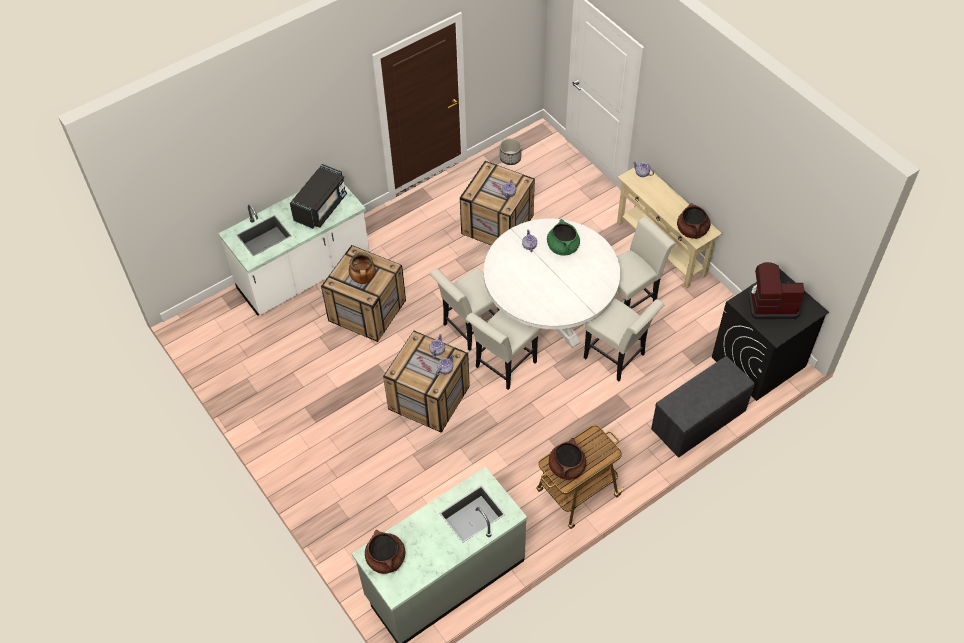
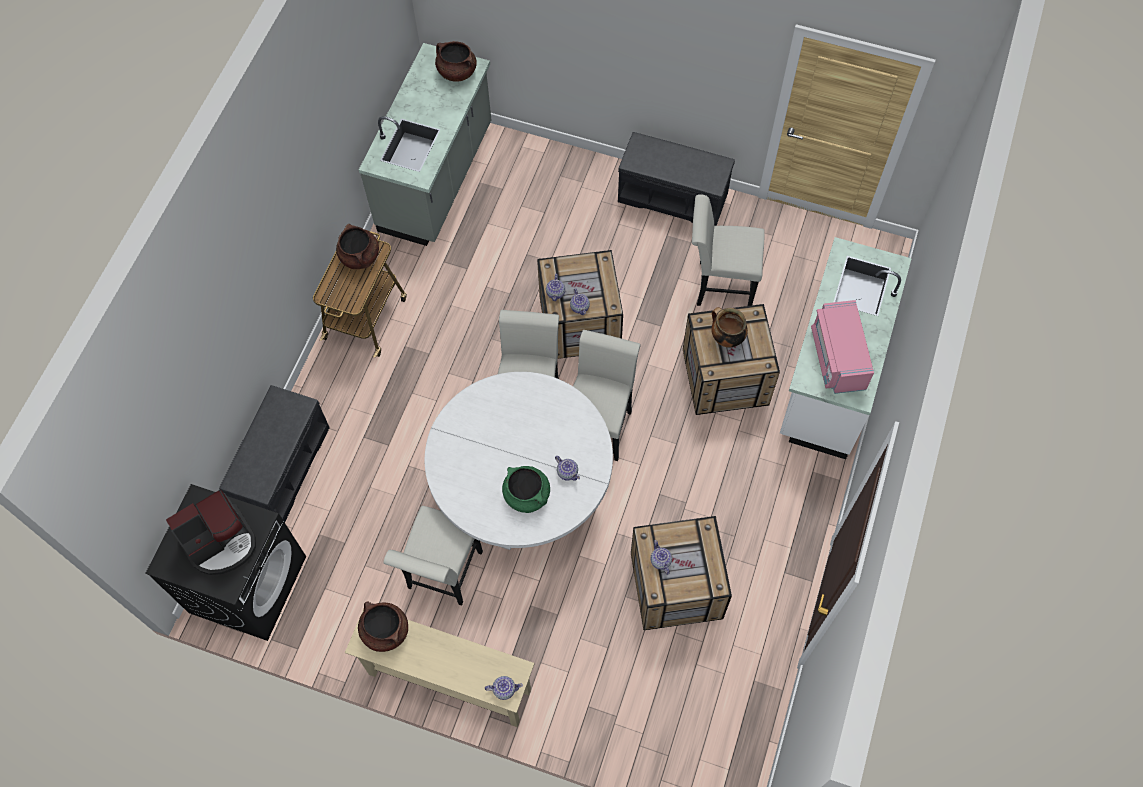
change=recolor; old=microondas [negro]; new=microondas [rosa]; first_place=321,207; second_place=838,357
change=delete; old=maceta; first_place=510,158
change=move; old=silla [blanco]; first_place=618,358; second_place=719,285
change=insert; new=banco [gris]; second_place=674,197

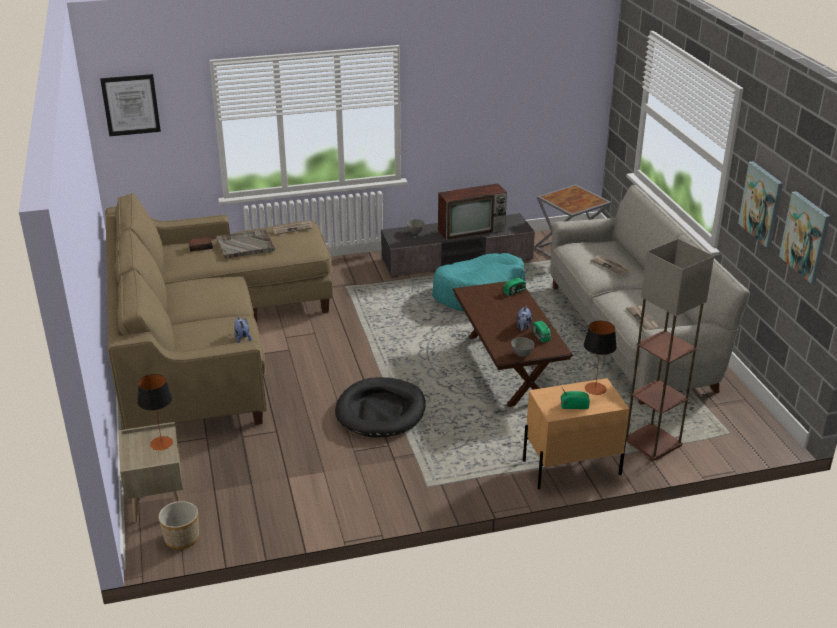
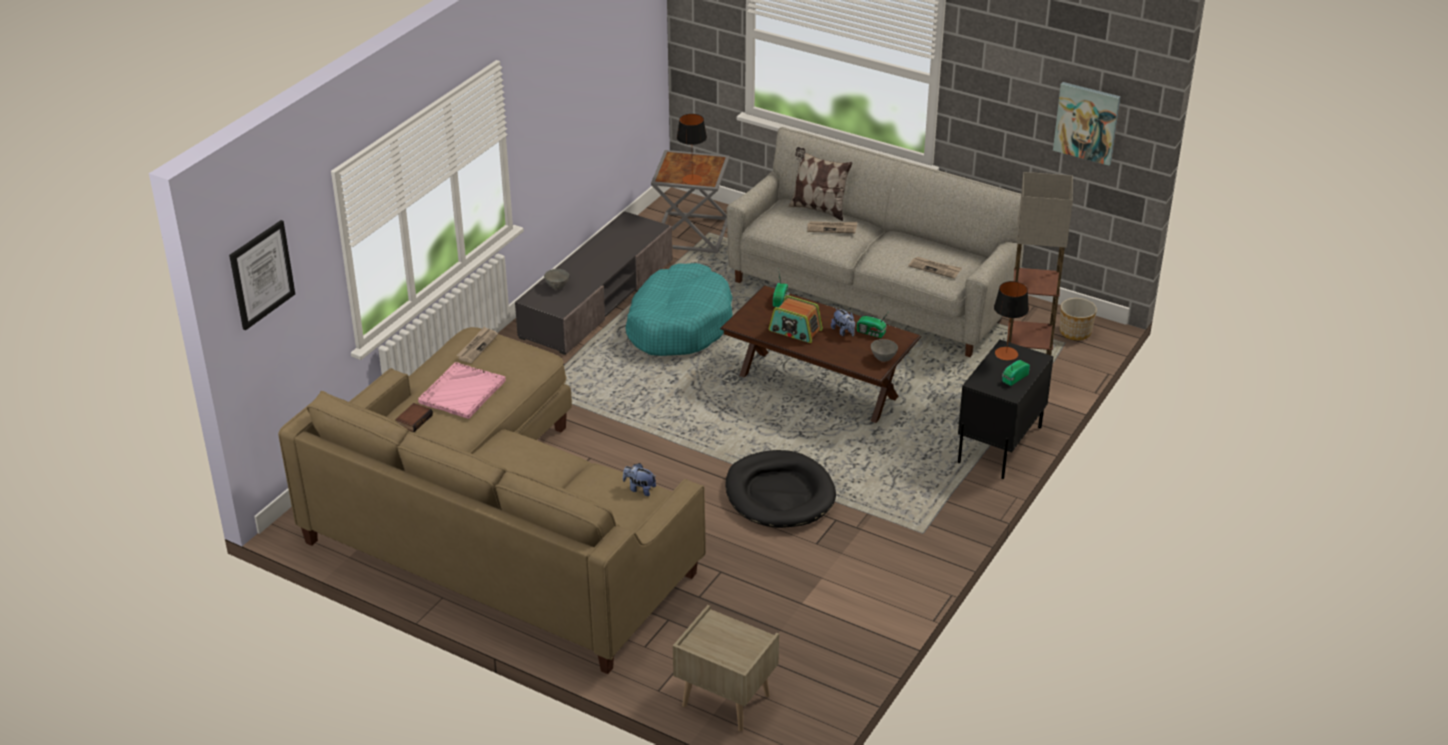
change=move; old=lámpara de mesa; first_place=161,443; second_place=692,179
change=move; old=maceta; first_place=181,538; second_place=1075,332
change=recolor; old=bandeja [gris]; new=bandeja [rosa]; first_place=245,245; second_place=461,392
change=delete; old=televisor; first_place=472,230
change=recolor; old=mesita de noche [beis]; new=mesita de noche [negro]; first_place=571,467; second_place=999,445
change=delete; old=cuadro; first_place=761,203
change=insert; new=radio; second_place=795,330
change=insert; new=cojín; second_place=818,209

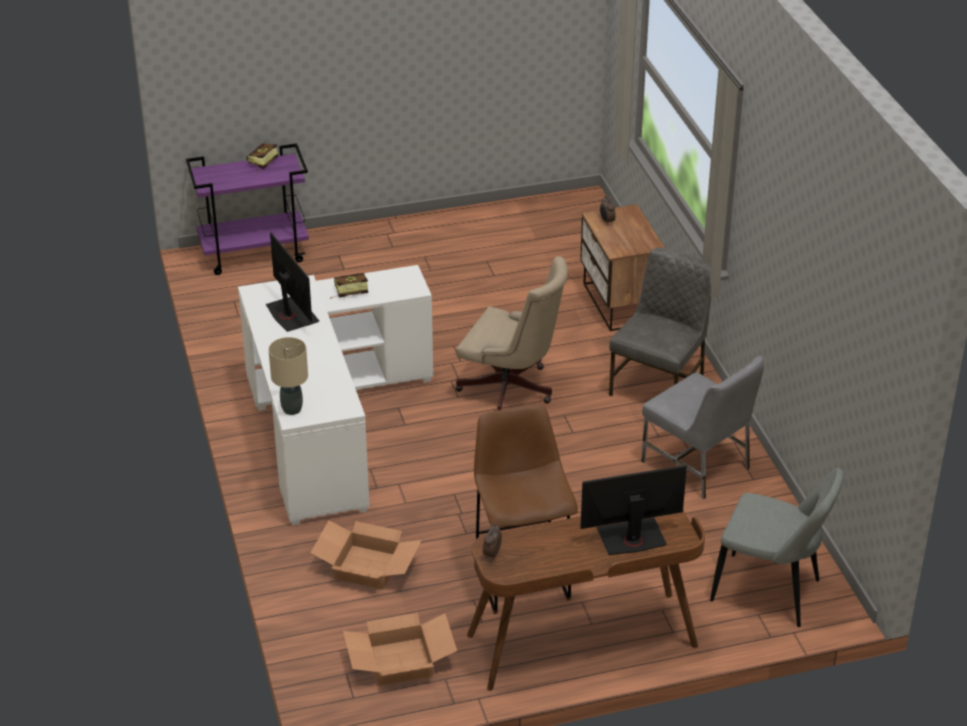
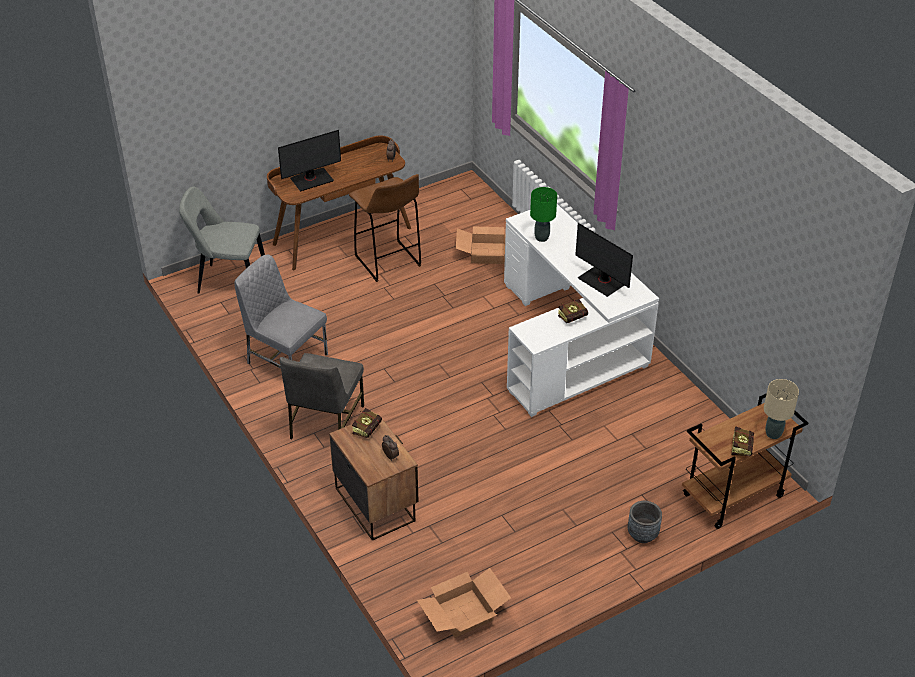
change=recolor; old=carrito [morado]; new=carrito [marrón]; first_place=255,253; second_place=733,496
change=move; old=lámpara de mesa [beis]; first_place=291,409; second_place=773,434
change=move; old=caja de cartón; first_place=399,663; second_place=464,612
change=delete; old=silla de oficina [beis]; first_place=512,390
change=insert; new=libro; second_place=368,428
change=insert; new=lámpara de mesa [verde]; second_place=542,238
change=insert; new=maceta [gris]; second_place=642,534

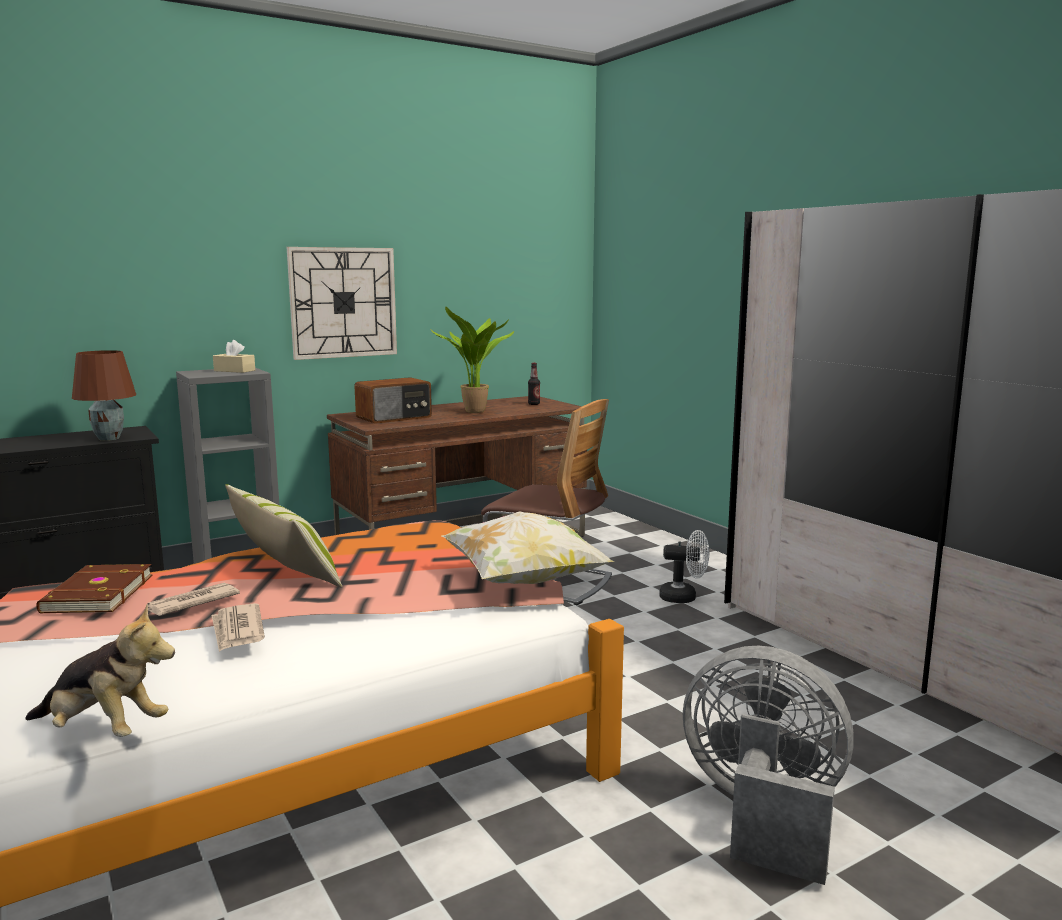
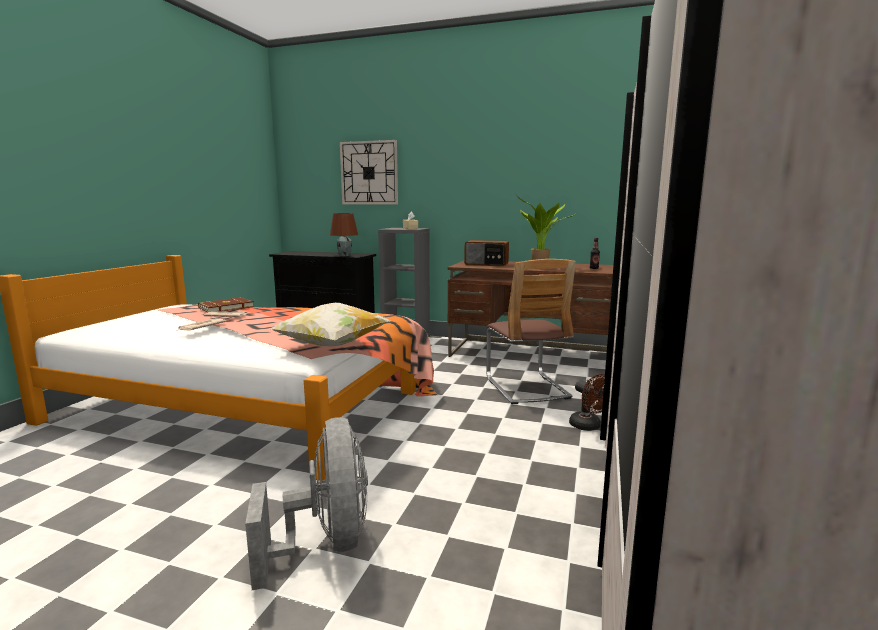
change=delete; old=peluche; first_place=103,730
change=delete; old=cojín; first_place=284,567
change=move; old=reloj de pared; first_place=343,302; second_place=369,173
change=recolor; old=ventilador [blanco]; new=ventilador [marrón]; first_place=684,597; second_place=589,427

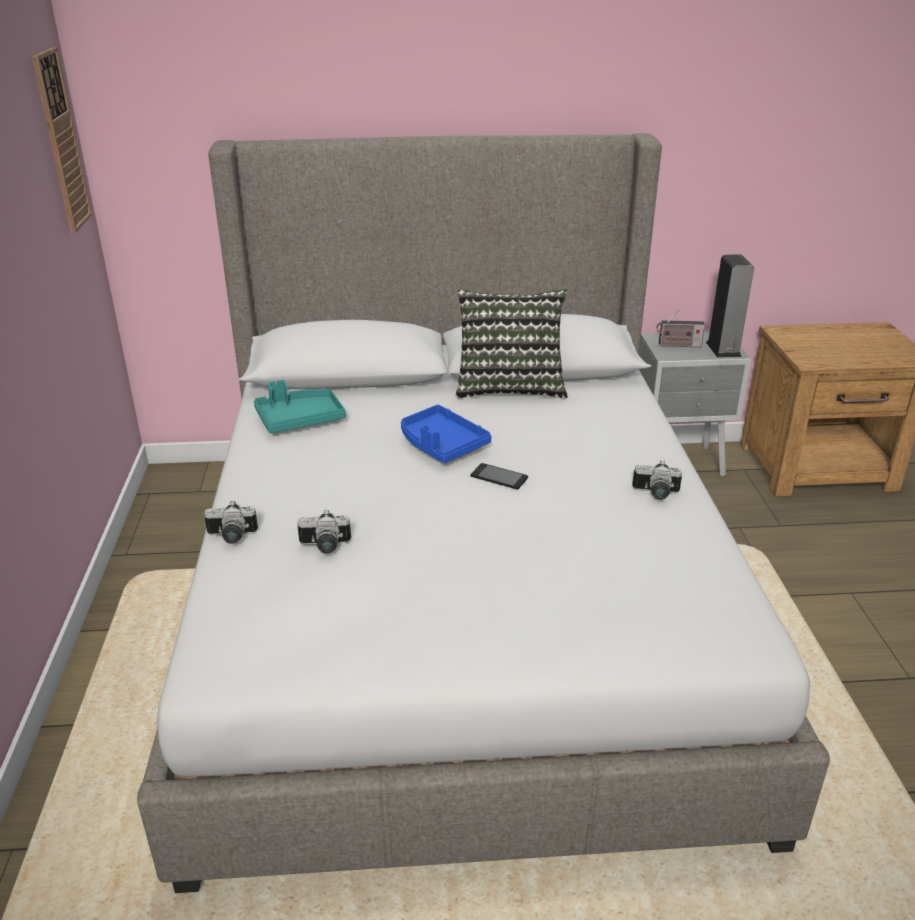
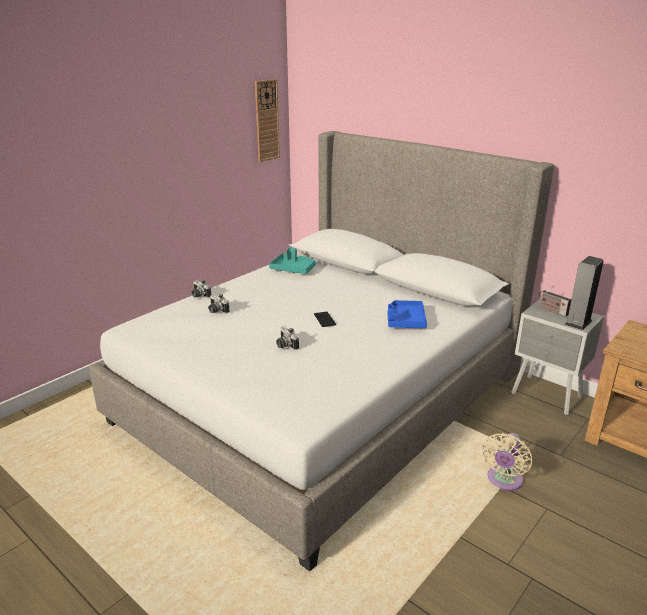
change=move; old=bandeja [azul]; first_place=441,445; second_place=405,321
change=delete; old=cojín; first_place=510,386
change=move; old=cámara; first_place=655,494; second_place=285,345
change=insert; new=ventilador [beis]; second_place=503,481

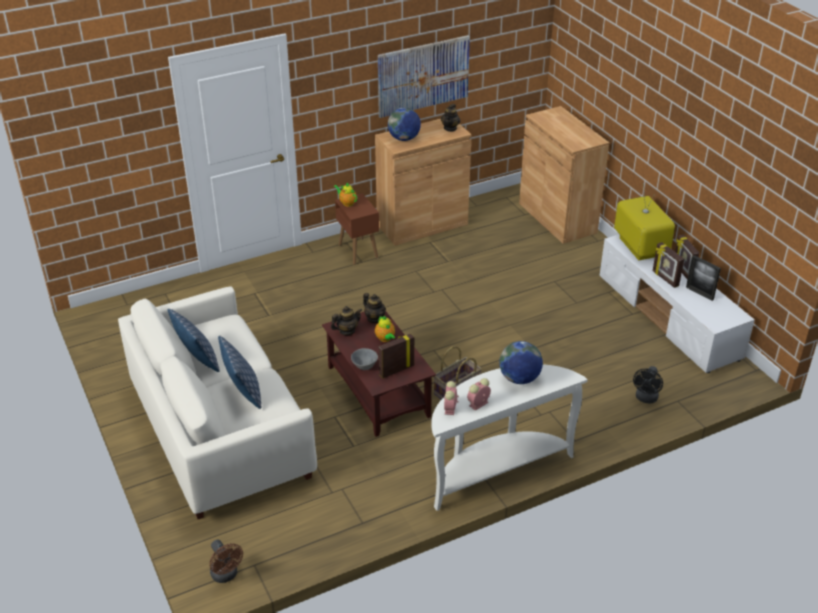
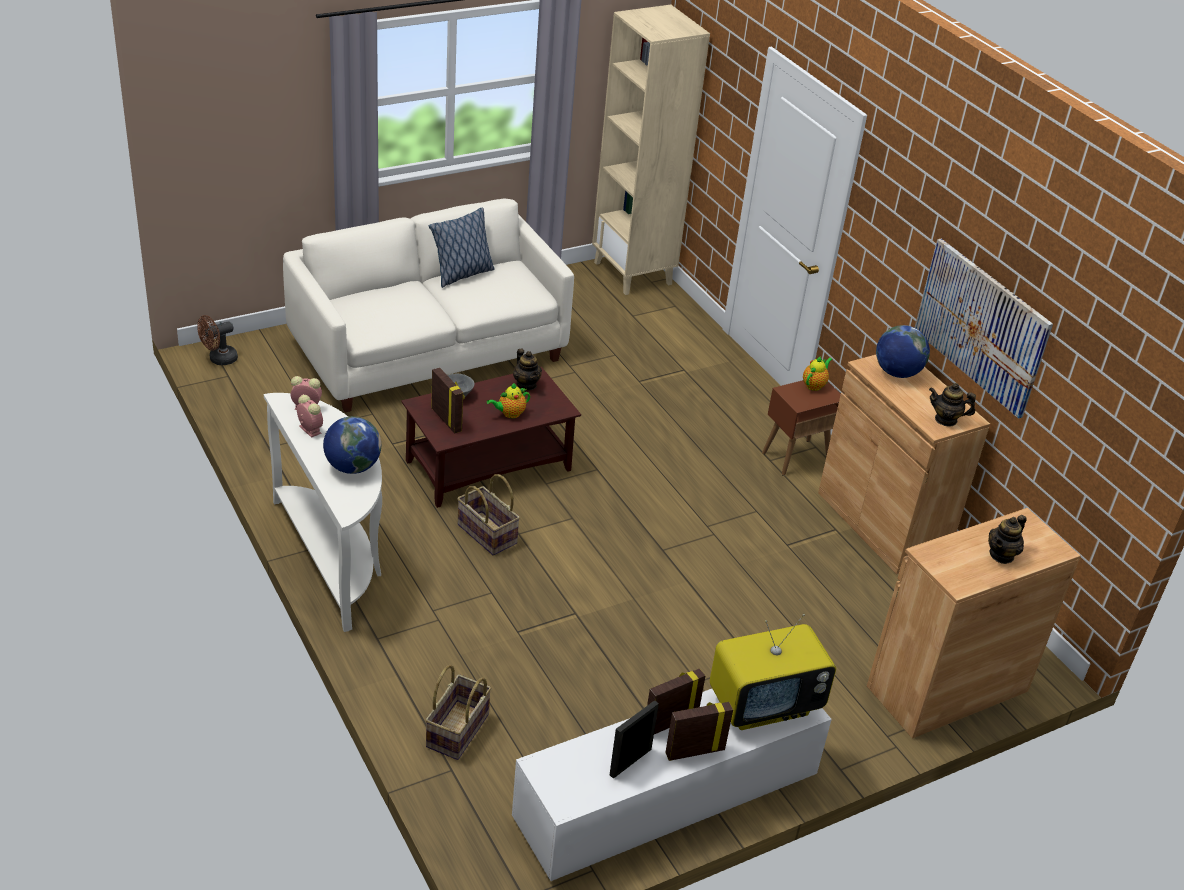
change=delete; old=cojín; first_place=243,393
change=move; old=tetera; first_place=375,318; second_place=1001,555
change=replace; old=ventilador [negro]; new=cesta; first_place=645,399; second_place=458,731
change=insert; new=estantería [beis]; second_place=633,273

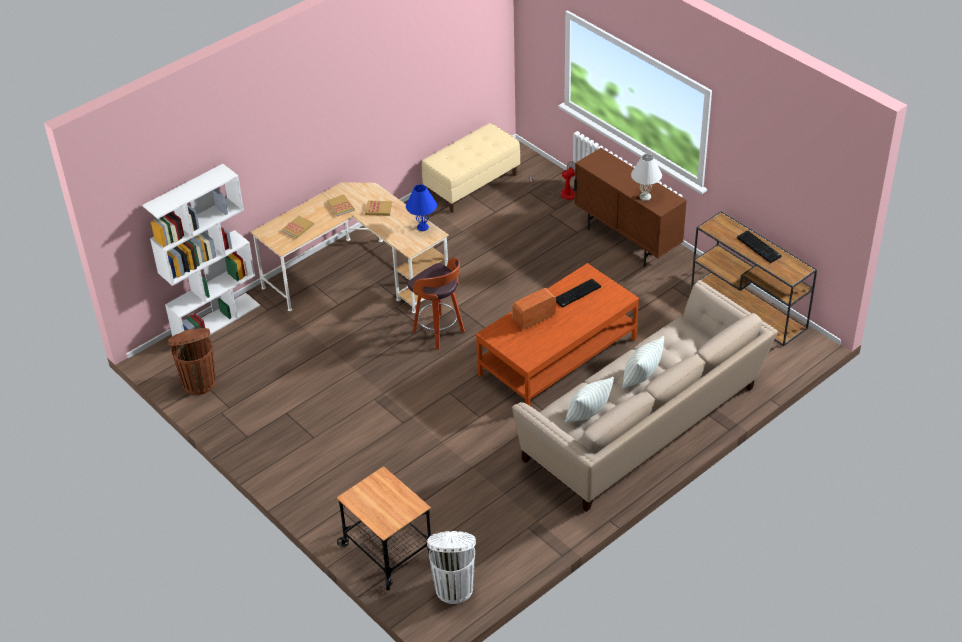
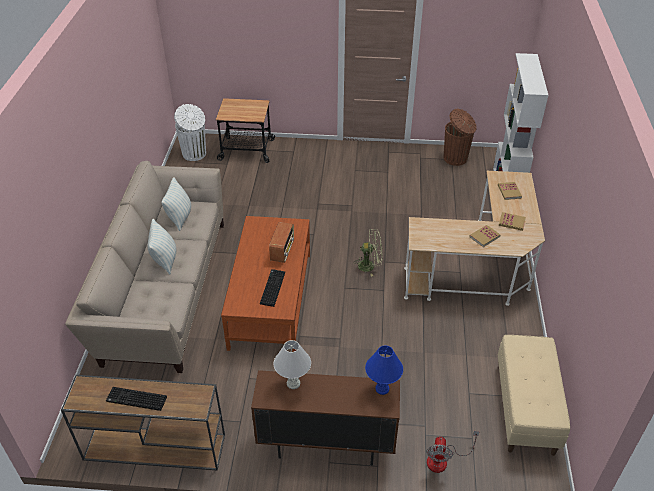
change=move; old=lámpara de mesa [azul]; first_place=422,227; second_place=382,388
change=replace; old=taburete; new=ventilador [verde]; first_place=439,332; second_place=370,265

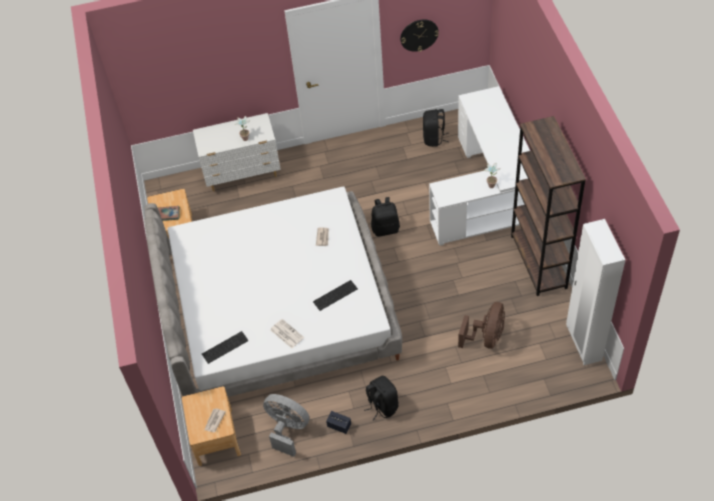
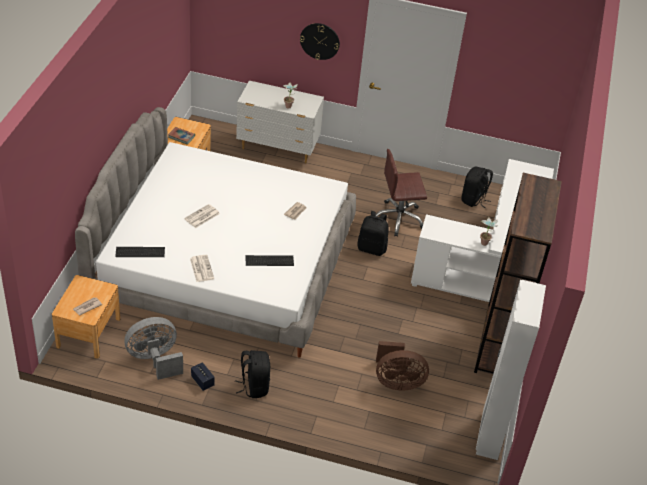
change=rotate; old=ventilador [gris]; first_place=287,429; second_place=155,360; degrees=-75
change=move; old=reloj de pared; first_place=419,35; second_place=319,41
change=rotate; old=ventilador [marrón]; first_place=486,337; second_place=397,381; degrees=45
change=insert; new=periódico; second_place=202,216
change=insert; new=silla de oficina [marrón]; second_place=398,219

